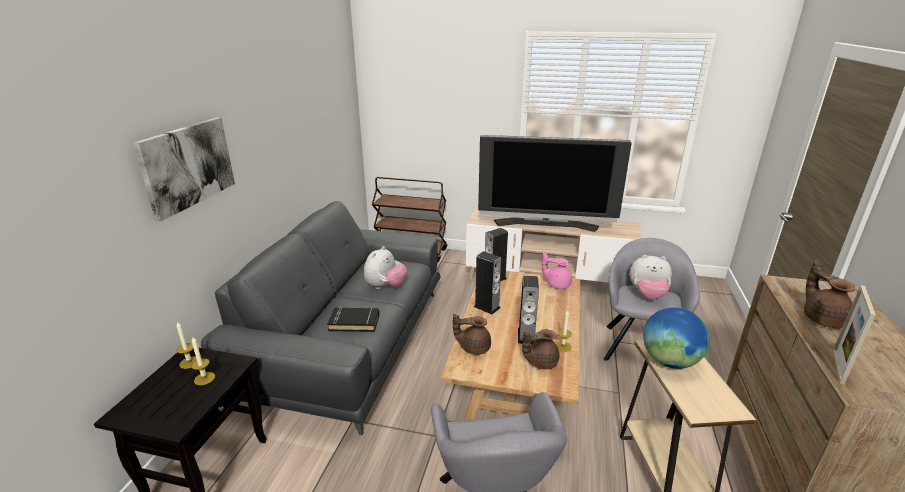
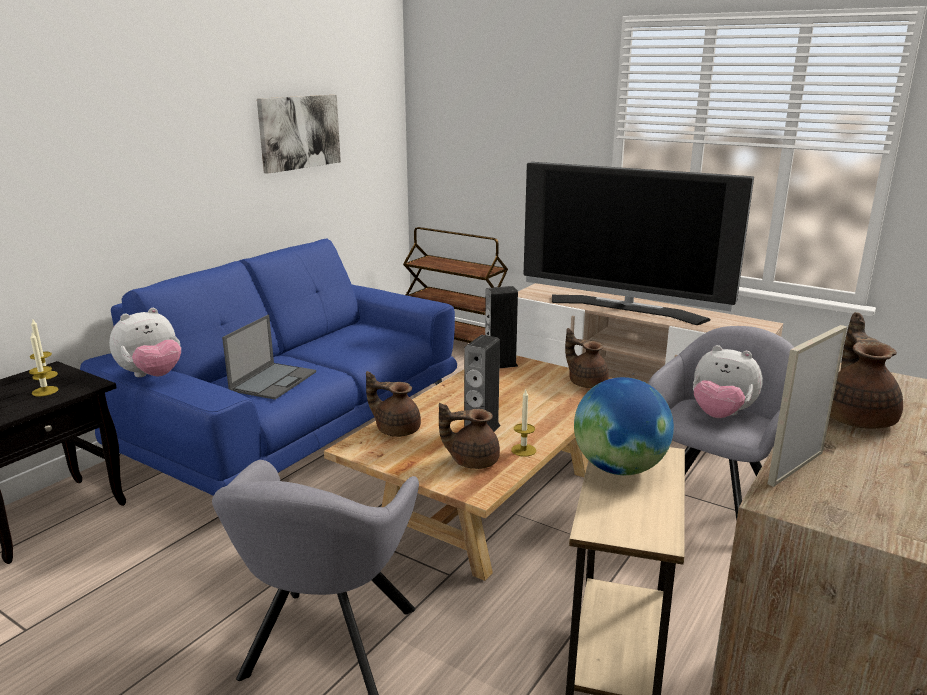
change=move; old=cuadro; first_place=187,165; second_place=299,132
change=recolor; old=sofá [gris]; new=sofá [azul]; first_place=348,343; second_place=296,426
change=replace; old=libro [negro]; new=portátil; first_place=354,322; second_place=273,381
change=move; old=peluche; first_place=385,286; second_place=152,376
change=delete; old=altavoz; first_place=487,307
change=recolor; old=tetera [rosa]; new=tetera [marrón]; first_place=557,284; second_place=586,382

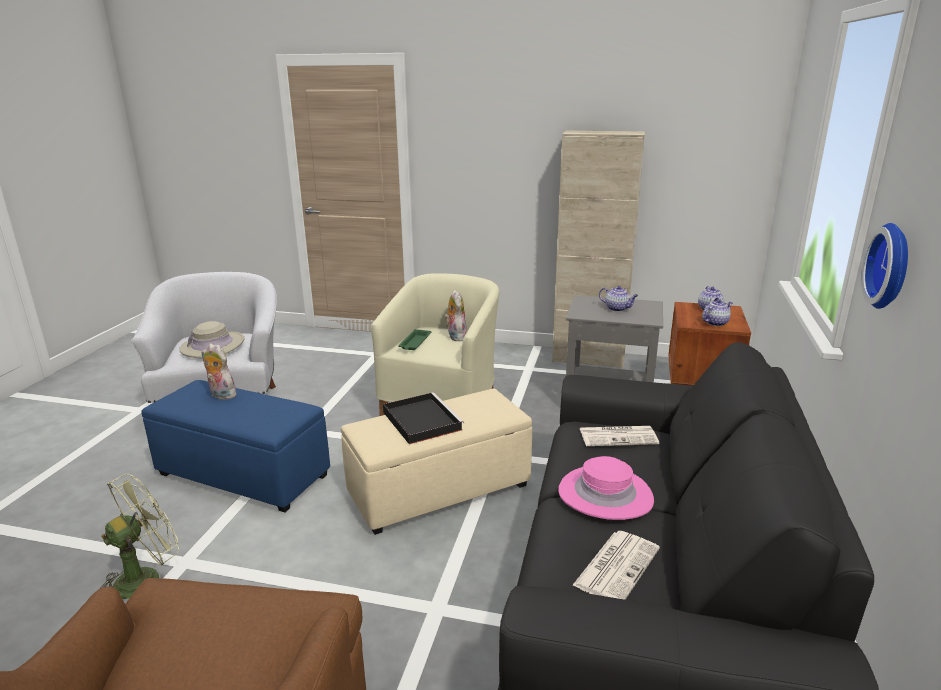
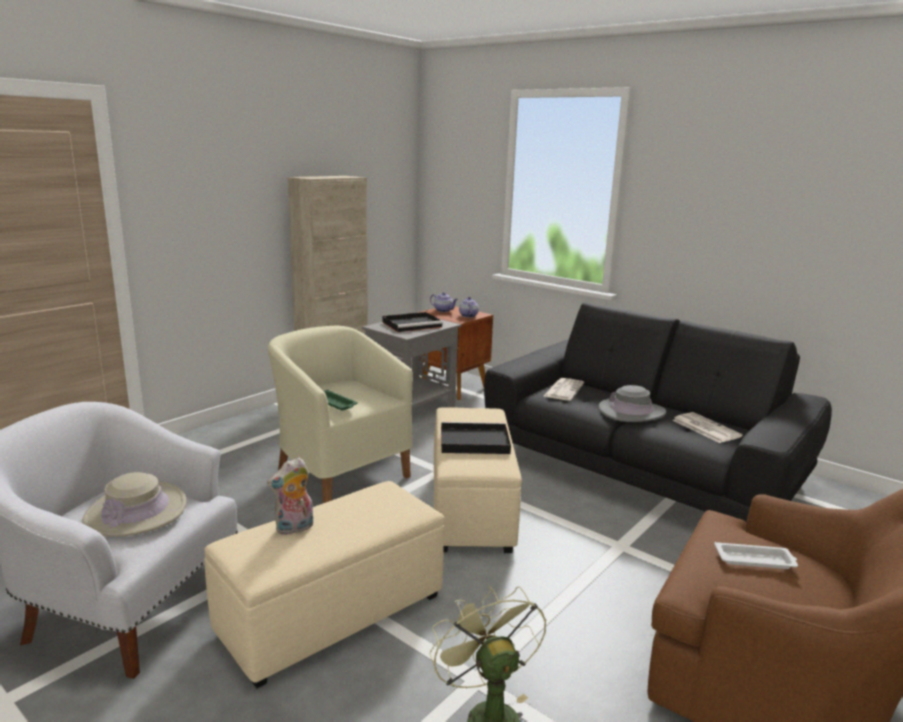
change=recolor; old=puf [azul]; new=puf [beis]; first_place=244,475; second_place=333,614
change=delete; old=peluche; first_place=455,336
change=recolor; old=sombrero [rosa]; new=sombrero [gris]; first_place=605,495; second_place=631,411
change=replace; old=tetera; new=bandeja [negro]; first_place=617,308; second_place=413,324
change=delete; old=reloj de pared; first_place=892,266
change=insert; new=bandeja [blanco]; second_place=755,560

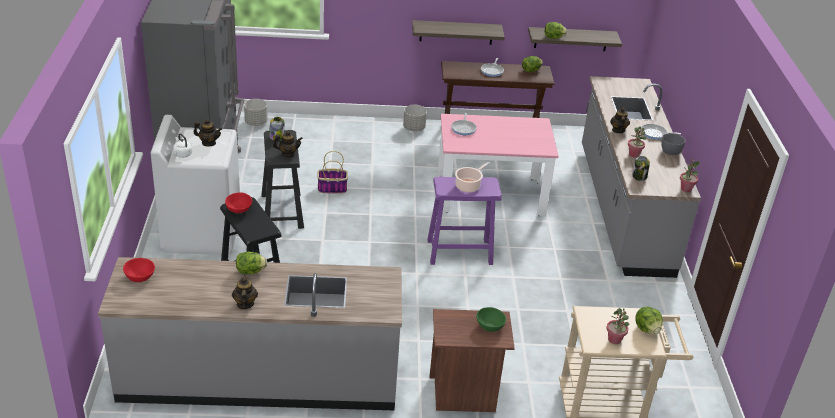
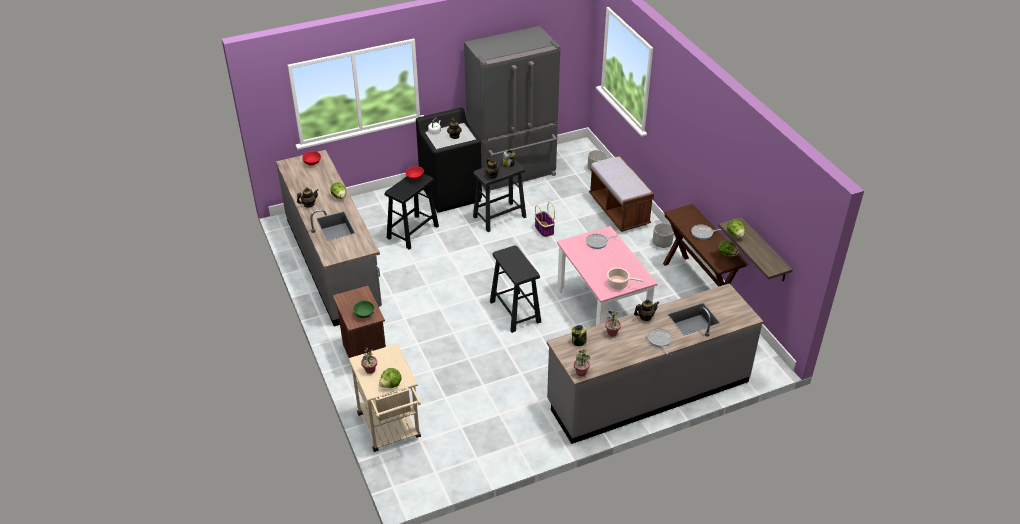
change=recolor; old=lavadora [blanco]; new=lavadora [negro]; first_place=202,233; second_place=451,193
change=delete; old=estante; first_place=456,32
change=recolor; old=taburete [morado]; new=taburete [negro]; first_place=459,252; second_place=515,311
change=move; old=olla; first_place=468,186; second_place=619,284
change=delete; old=cuenco [gris]; first_place=670,152
change=insert; new=banco [marrón]; second_place=619,211

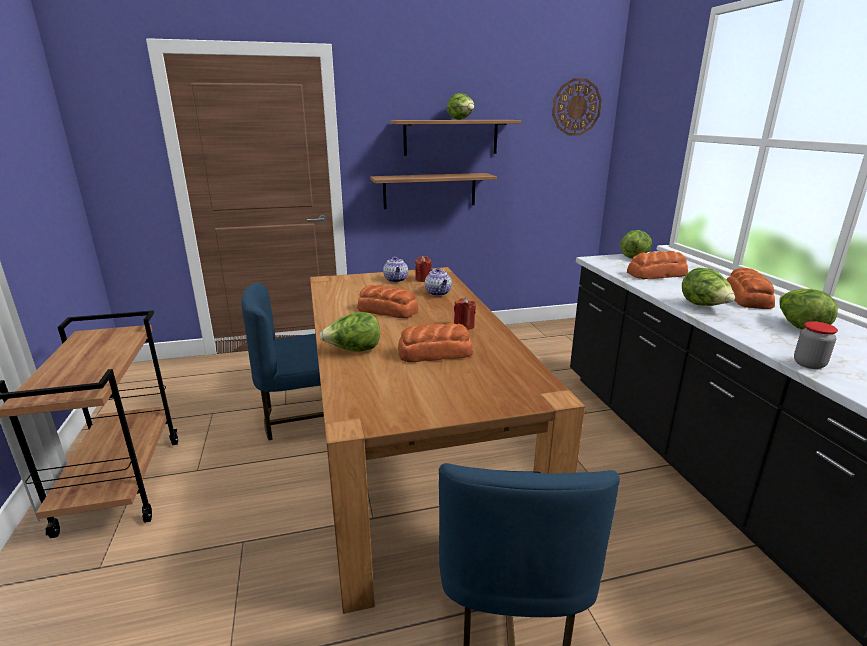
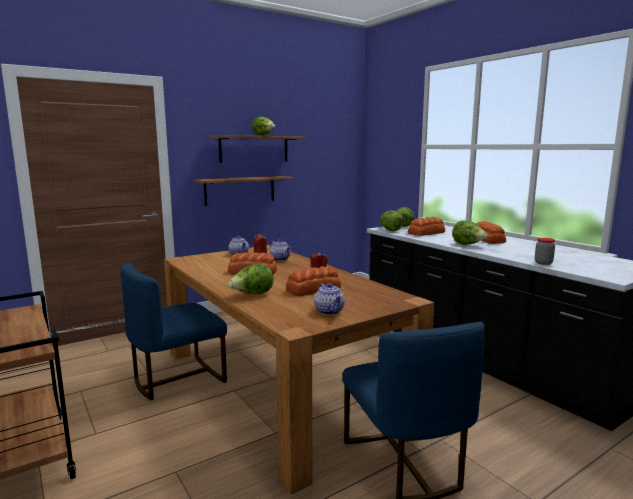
change=delete; old=reloj de pared; first_place=576,107
change=move; old=lechuga; first_place=799,326; second_place=390,230
change=insert; new=tetera; second_place=330,312

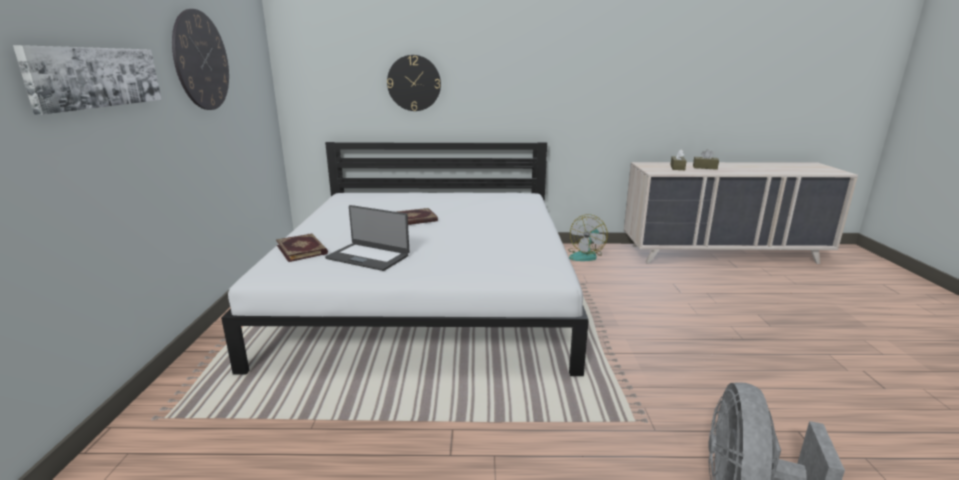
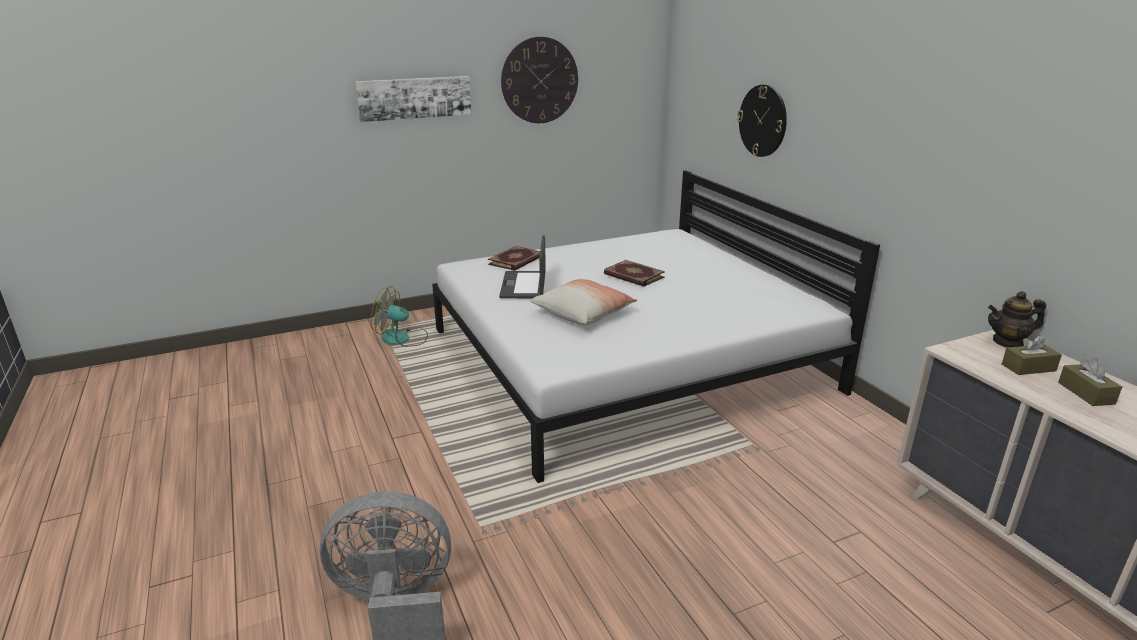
change=move; old=ventilador; first_place=586,255; second_place=402,339
change=insert; new=cojín; second_place=583,314
change=insert; new=tetera; second_place=1008,342

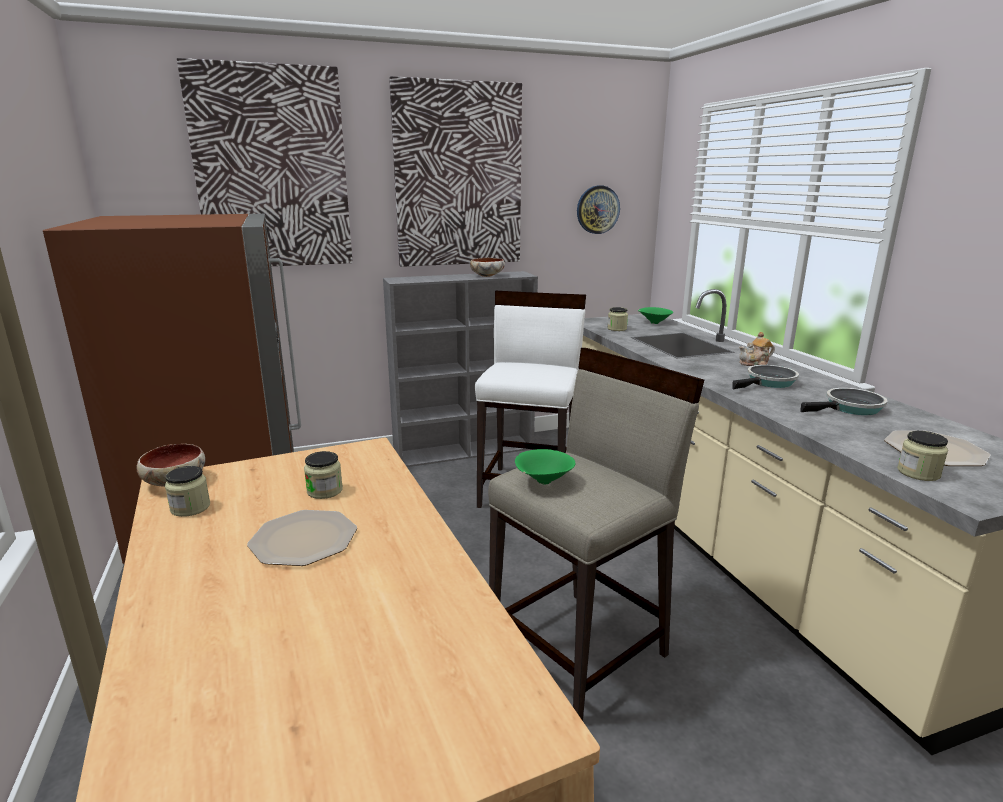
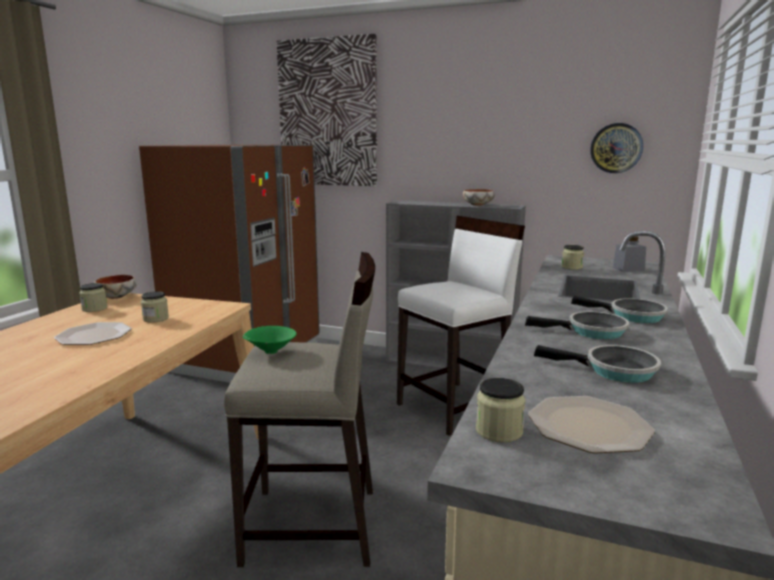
change=delete; old=cuadro; first_place=458,176
change=replace; old=cuenco [verde]; new=tarro [gris]; first_place=654,323; second_place=628,269
change=replace; old=tetera; new=sartén; first_place=755,363; second_place=632,316

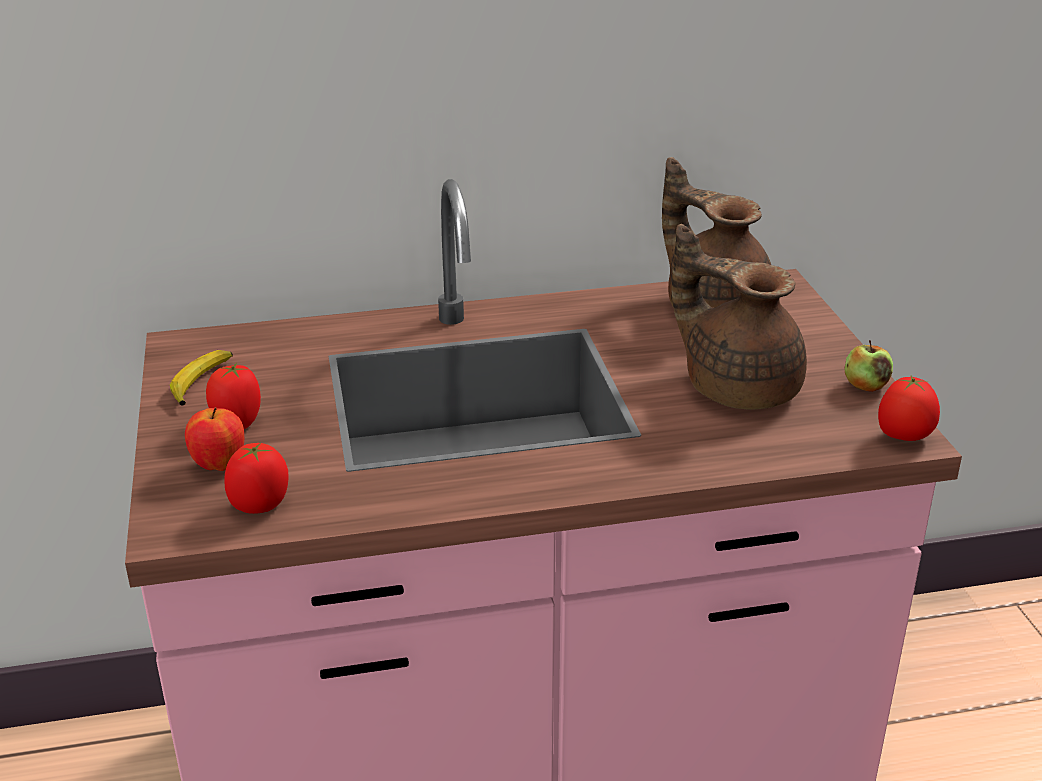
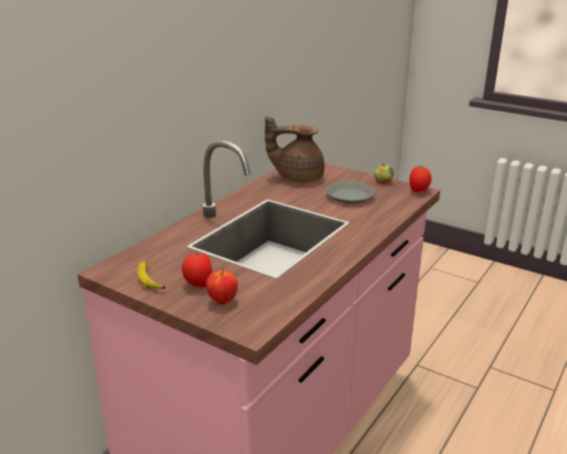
change=delete; old=tomate; first_place=260,505
change=replace; old=tetera [marrón]; new=plato [gris]; first_place=738,386; second_place=349,196

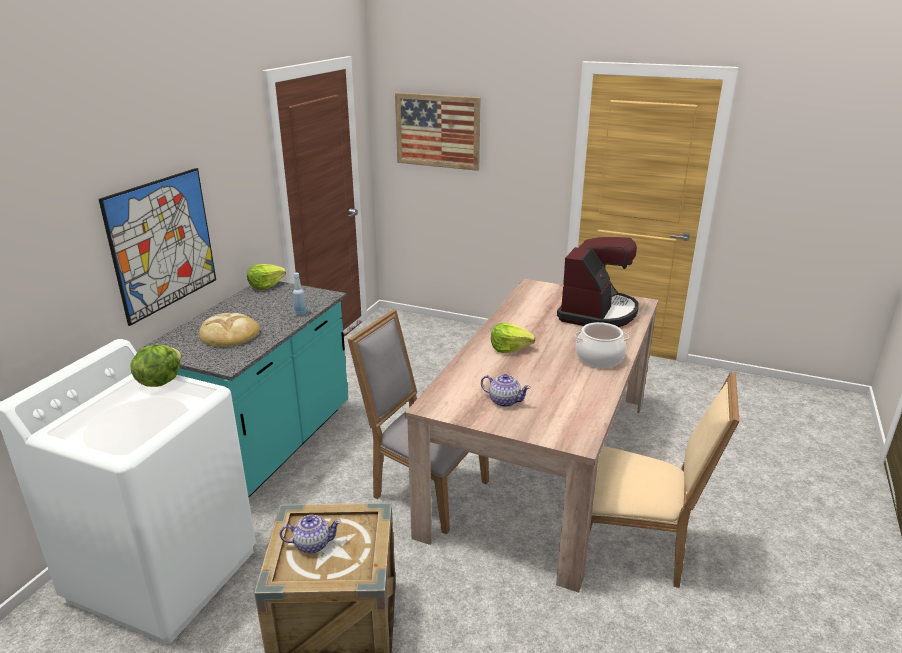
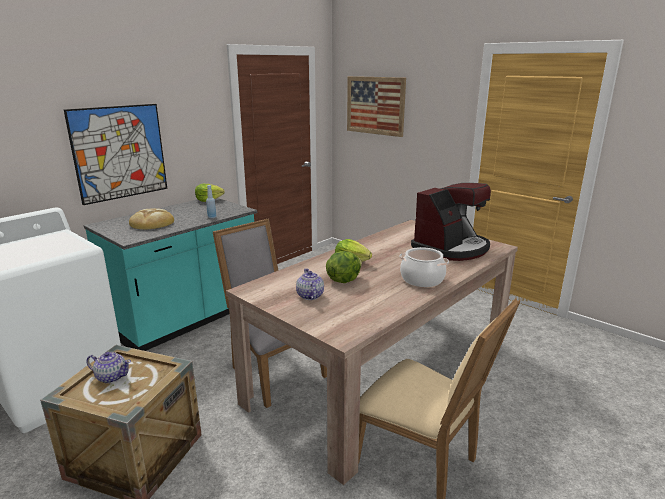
change=move; old=lechuga; first_place=159,381; second_place=343,280
change=rotate; old=tetera; first_place=504,401; second_place=310,296; degrees=-150

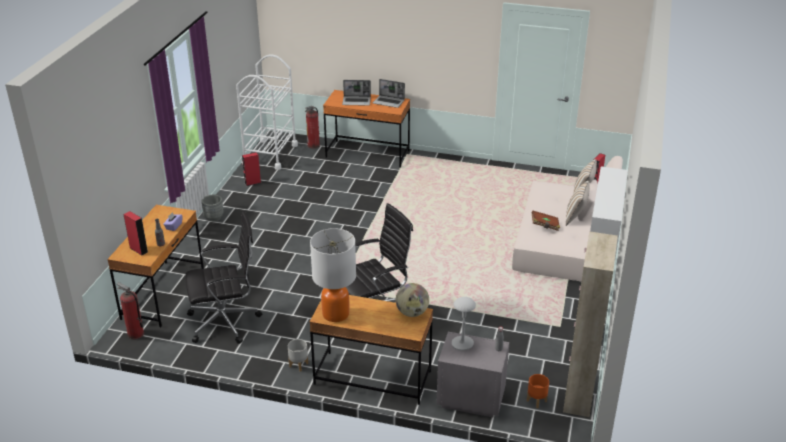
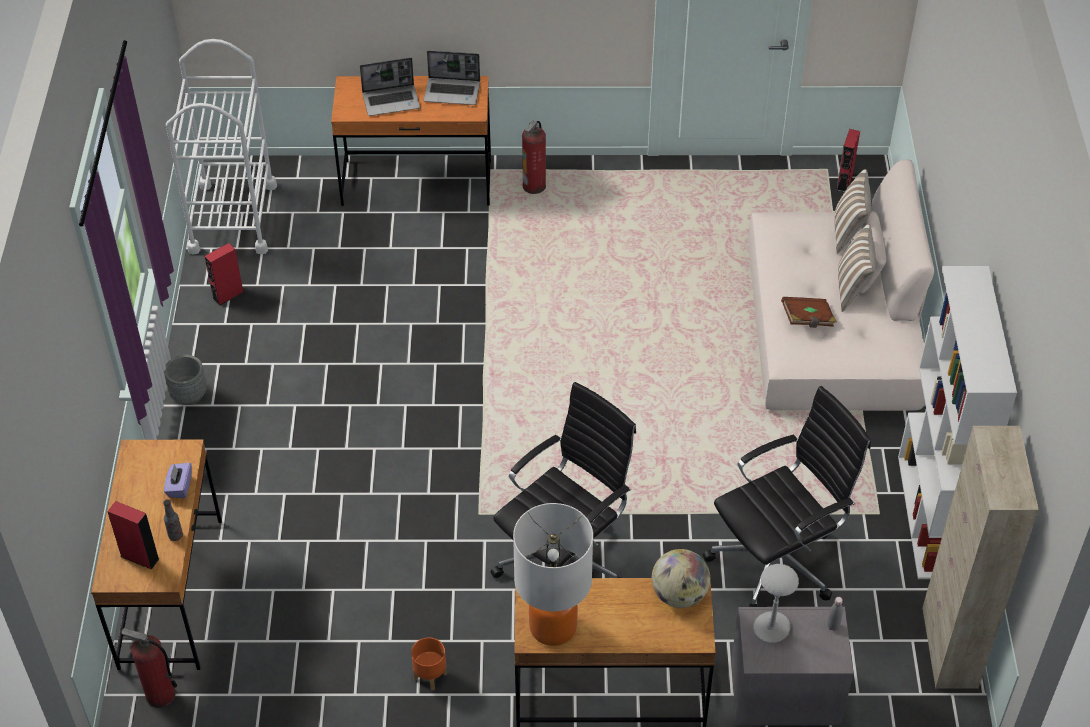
change=move; old=silla de oficina [negro]; first_place=226,322; second_place=777,561
change=delete; old=maceta [gris]; first_place=298,365
change=move; old=extintor; first_place=313,145; second_place=534,187
change=move; old=maceta [naranja]; first_place=536,401; second_place=430,676

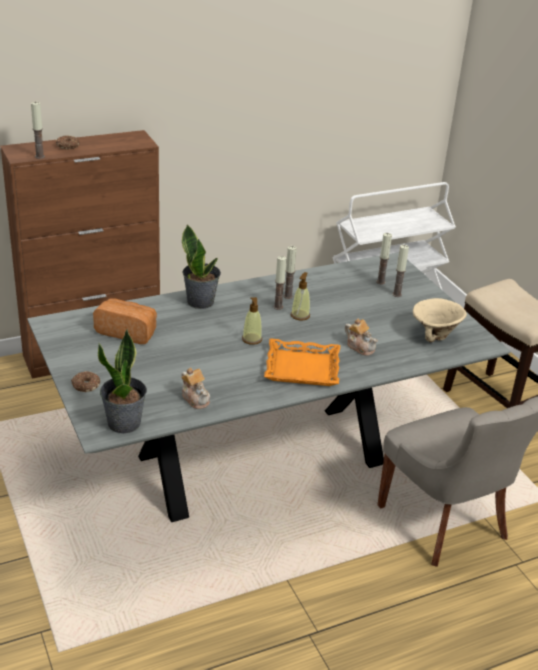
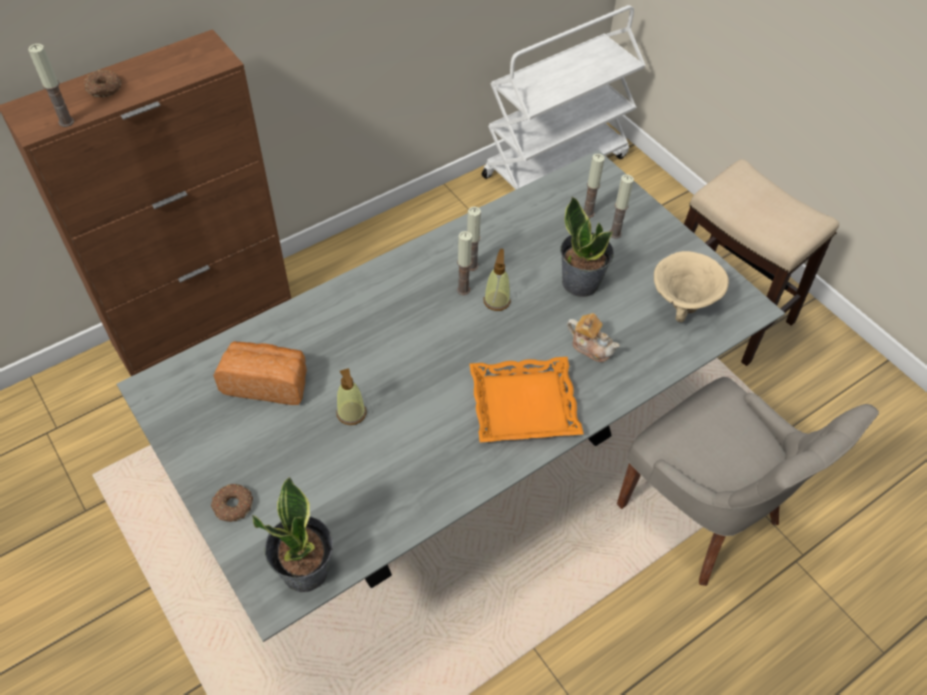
change=delete; old=tetera; first_place=195,398
change=move; old=planta en maceta; first_place=201,301; second_place=580,282
change=move; old=dispensador de jabón; first_place=252,339; second_place=351,413

